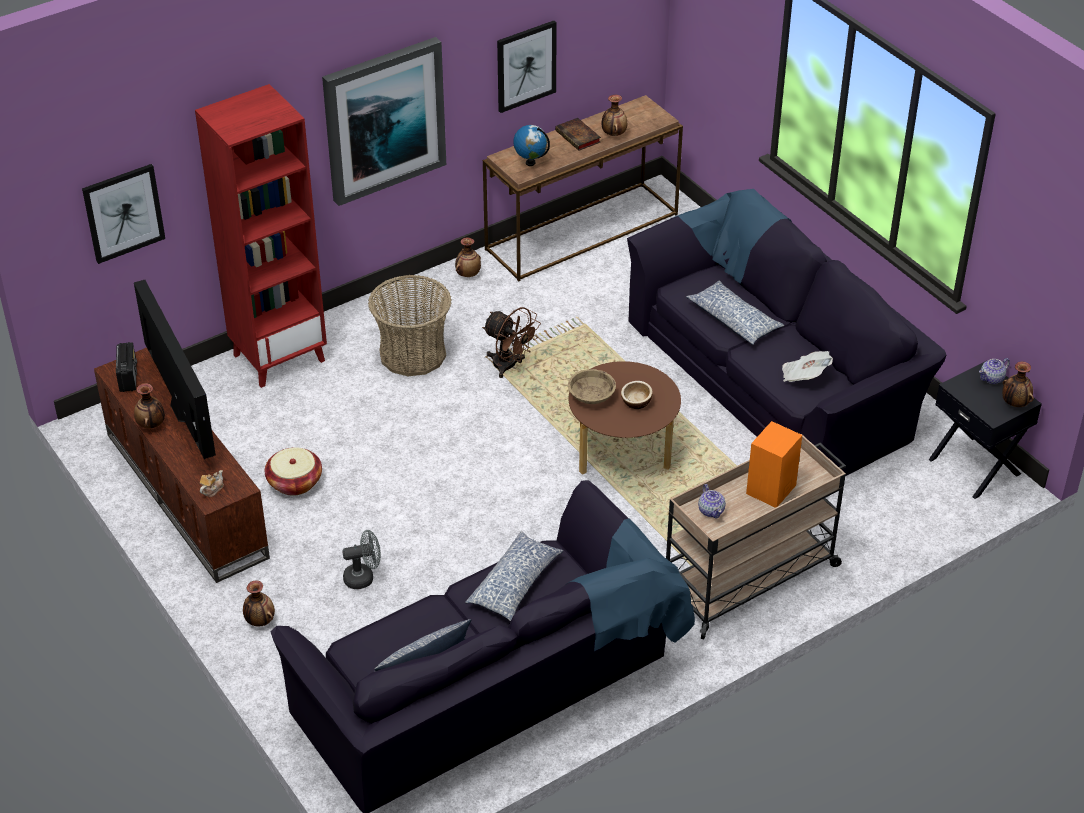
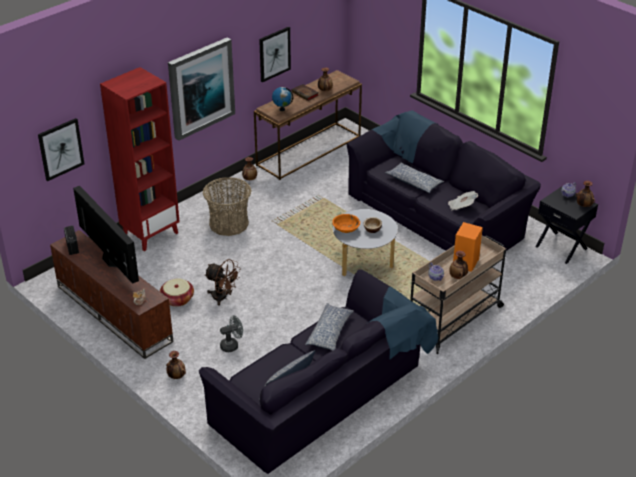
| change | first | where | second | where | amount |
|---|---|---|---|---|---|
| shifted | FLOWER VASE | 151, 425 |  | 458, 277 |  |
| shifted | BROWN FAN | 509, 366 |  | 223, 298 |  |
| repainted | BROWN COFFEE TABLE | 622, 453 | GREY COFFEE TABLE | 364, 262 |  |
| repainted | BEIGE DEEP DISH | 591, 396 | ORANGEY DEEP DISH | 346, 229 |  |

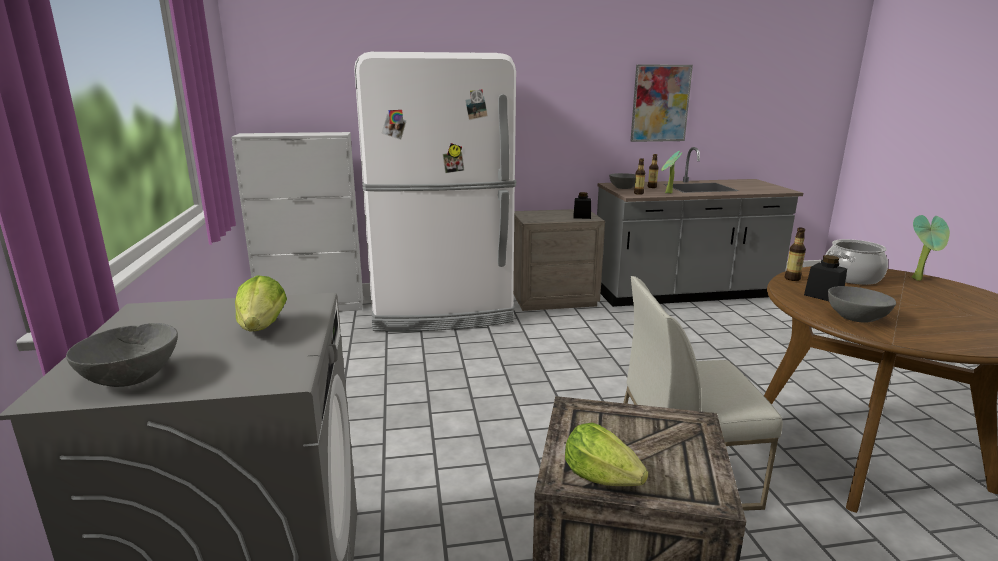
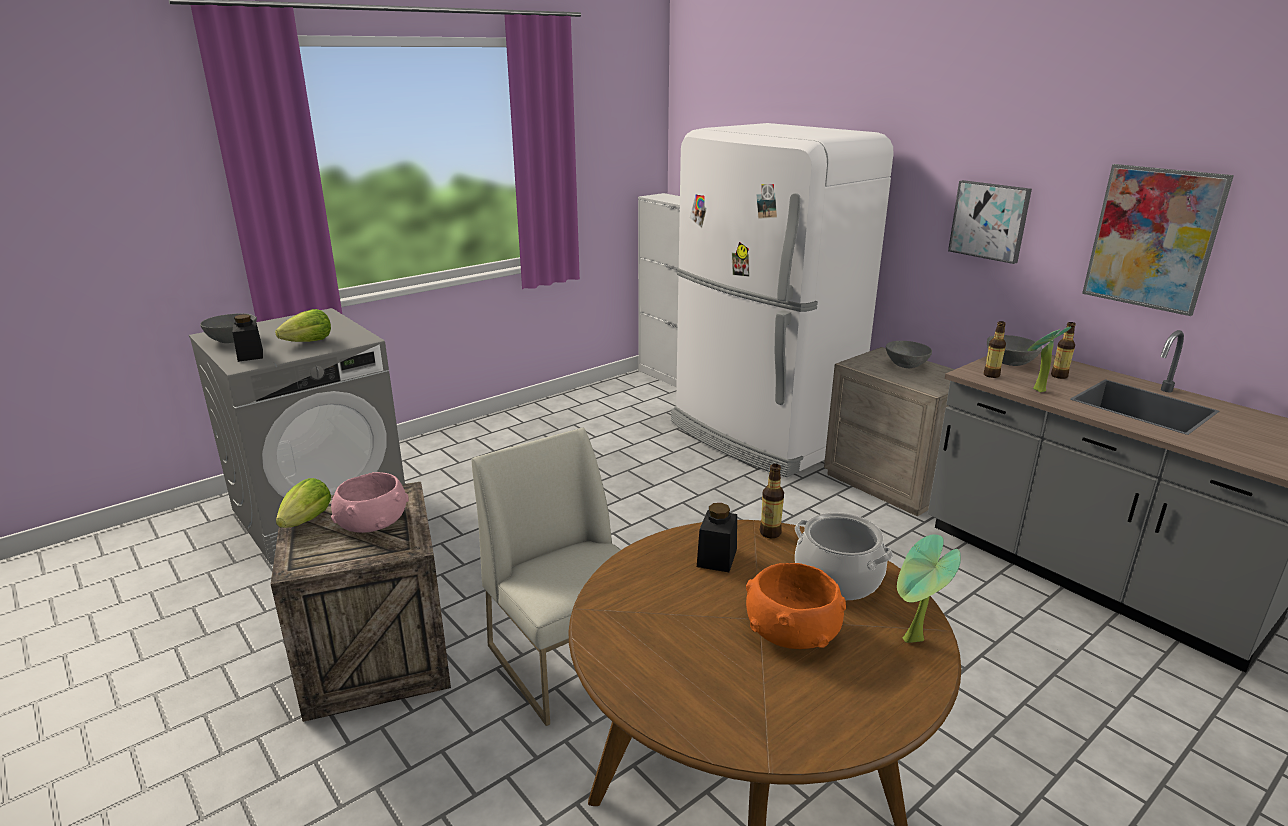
| change | first | where | second | where | amount |
|---|---|---|---|---|---|
| shifted | BLACKISH STORAGE JAR | 582, 217 |  | 250, 355 |  |
| shifted | GREY DEEP DISH | 856, 318 |  | 906, 365 |  |
| new |  |  | PINKISH DEEP DISH | 372, 521 |  |
| new |  |  | ORANGEY DEEP DISH | 791, 629 |  |
| new |  |  | PICTURE | 990, 221 |  |

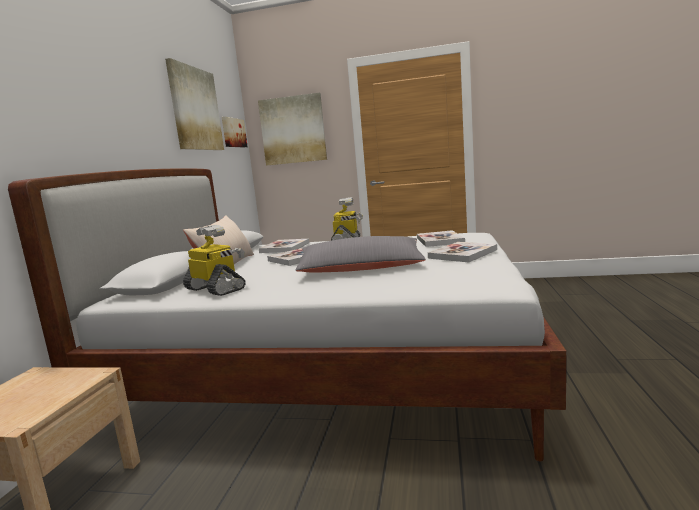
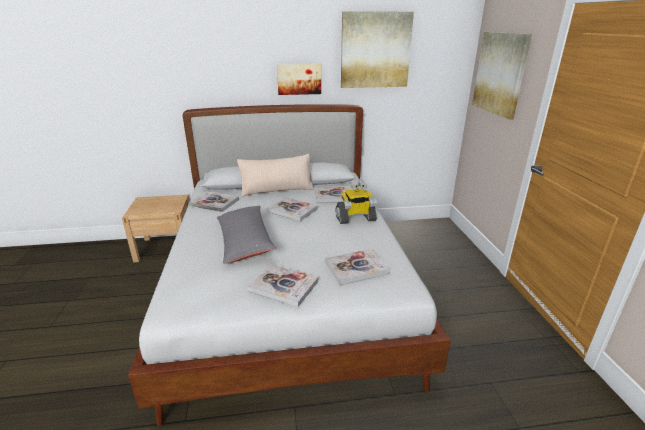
| change | first | where | second | where | amount |
|---|---|---|---|---|---|
| swapped | TOY ROBOT | 216, 289 | VOLUME | 214, 203 |  |
| shifted | PICTURE | 233, 133 |  | 299, 79 |  |

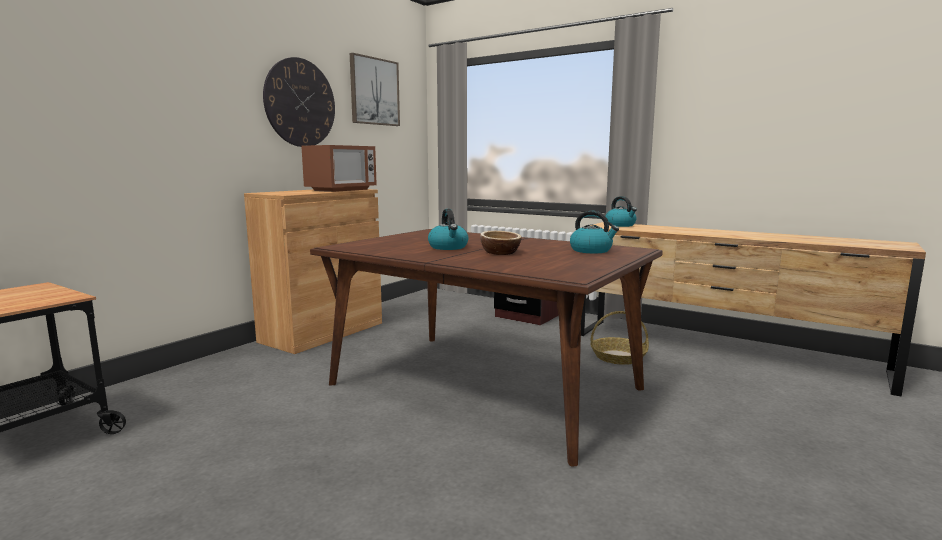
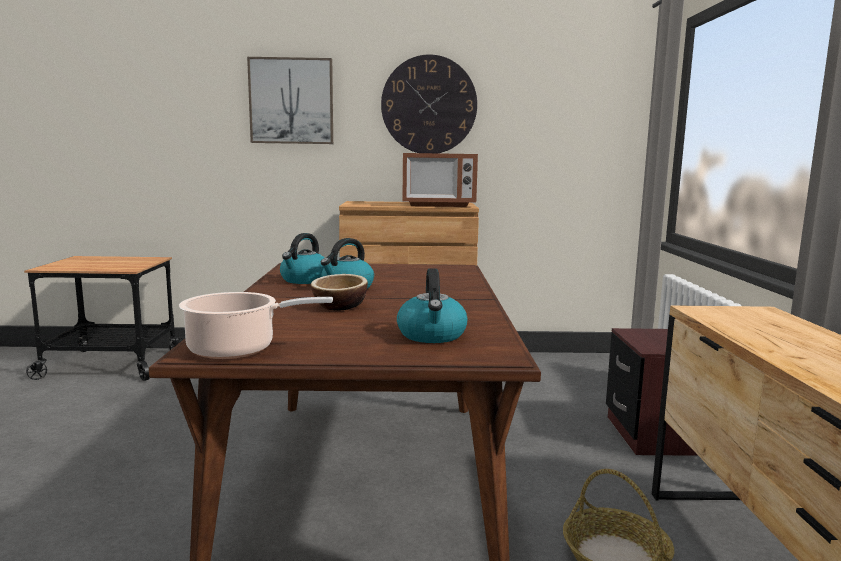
| change | first | where | second | where | amount |
|---|---|---|---|---|---|
| shifted | PICTURE | 374, 91 |  | 291, 101 |  |
| shifted | KETTLE | 620, 225 |  | 304, 280 |  |
| new |  |  | COOKING POT | 237, 349 |  |

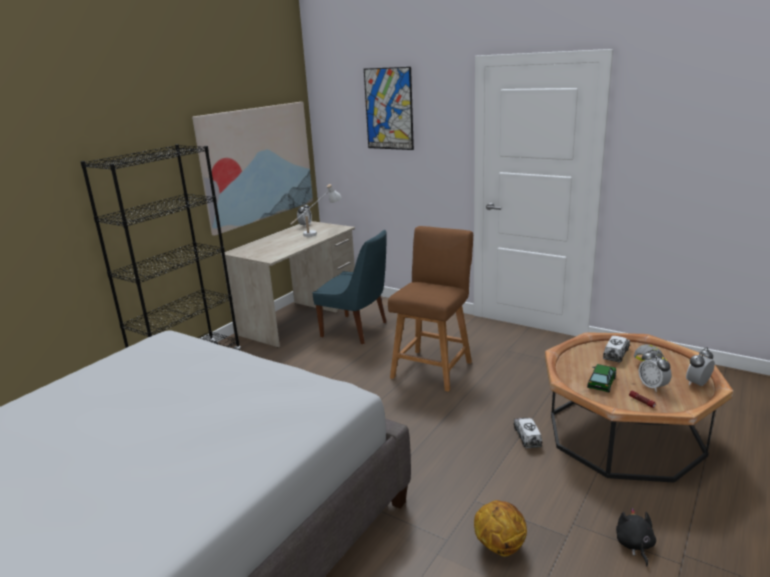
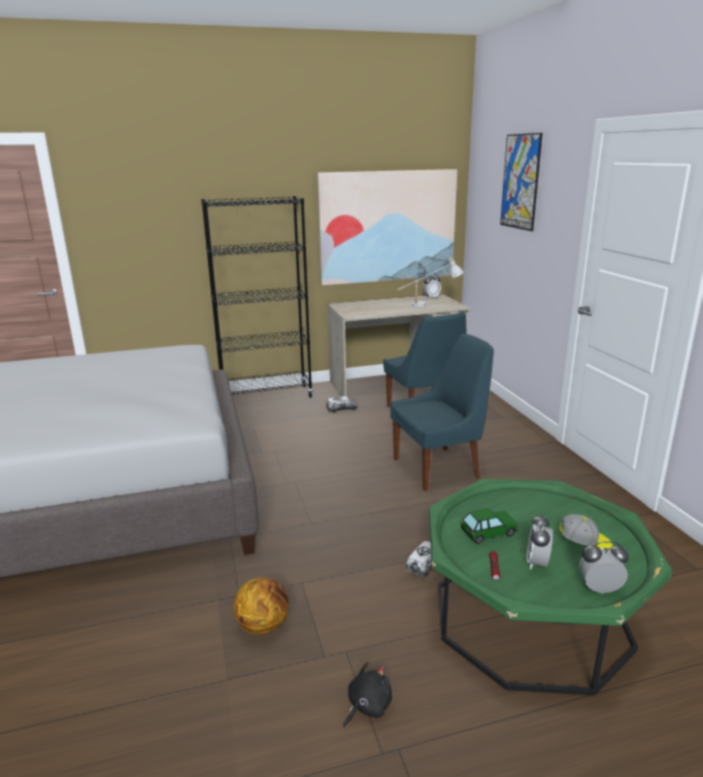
| change | first | where | second | where | amount |
|---|---|---|---|---|---|
| swapped | BROWN SITTING STOOL | 433, 368 | BLUISH CHAIR | 439, 468 |  |
| repainted | BROWN COFFEE TABLE | 624, 434 | GREEN-COLOURED COFFEE TABLE | 530, 617 |  |
| shifted | TOY LORRY | 616, 354 |  | 341, 409 |  |

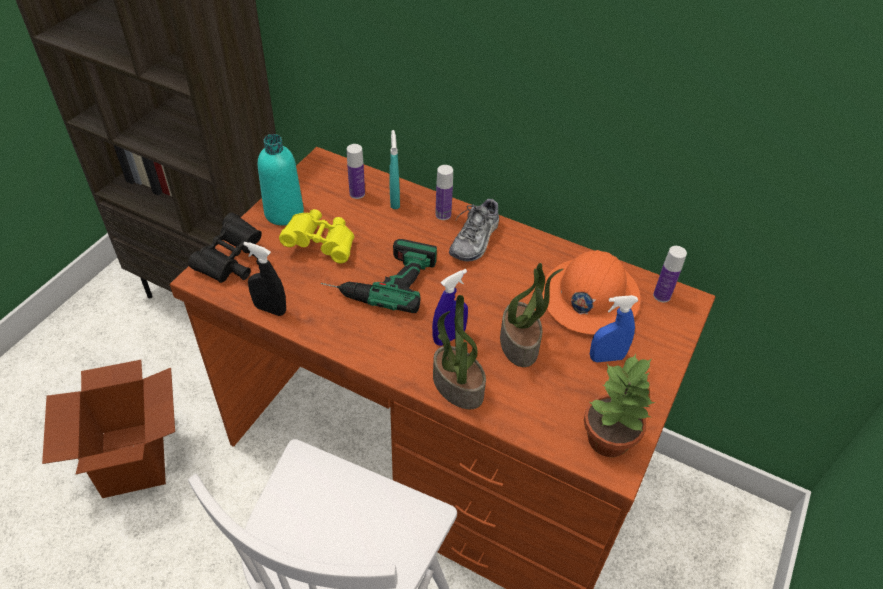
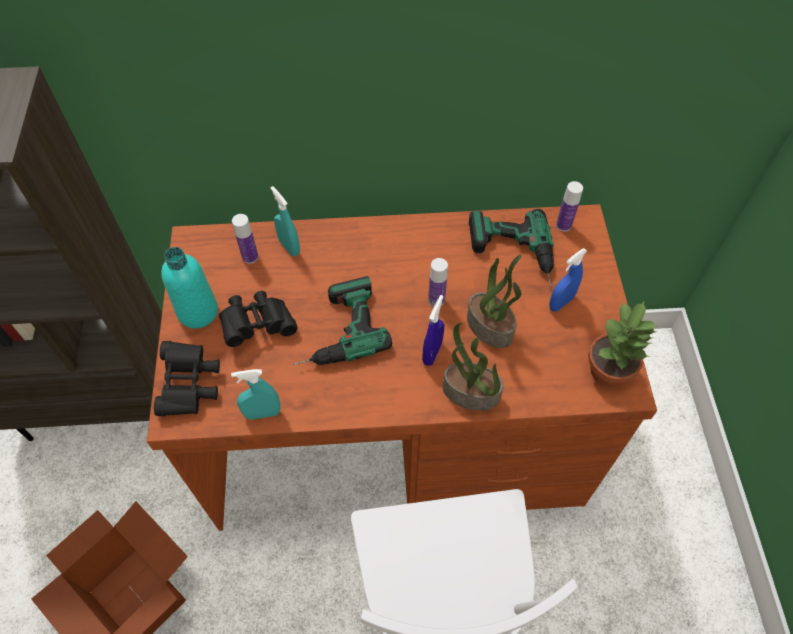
| change | first | where | second | where | amount |
|---|---|---|---|---|---|
| repainted | BLACKISH SPRAYER | 270, 309 | BLUE-GREEN SPRAYER | 262, 413 |  |
| repainted | YELLOW-COLOURED PAIR OF BINOCULARS | 321, 244 | BLACKISH PAIR OF BINOCULARS | 258, 325 |  |
| shifted | BOTTLE | 443, 214 |  | 436, 300 |  |
| gone | SHOE | 475, 240 |  |  |  |
| swapped | ORANGEY HARD HAT | 589, 297 | POWER DRILL | 512, 255 |  |

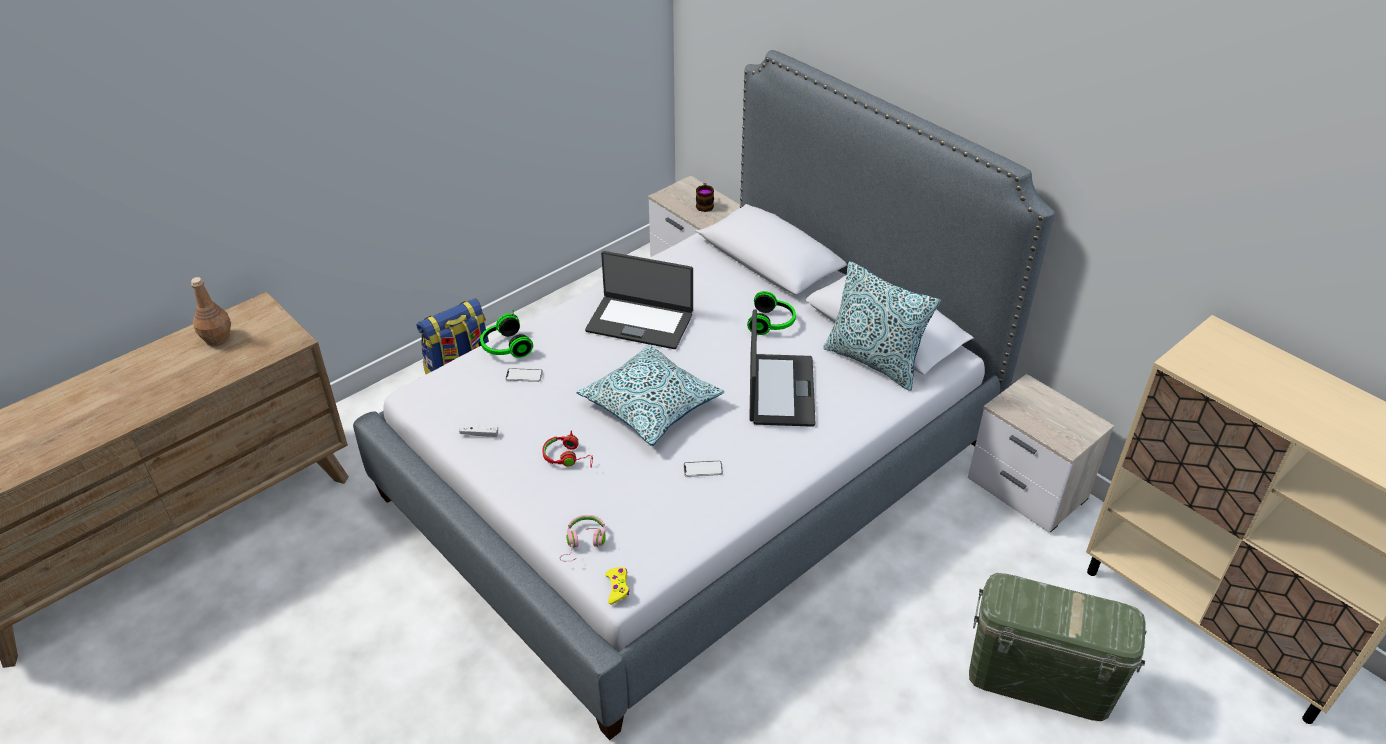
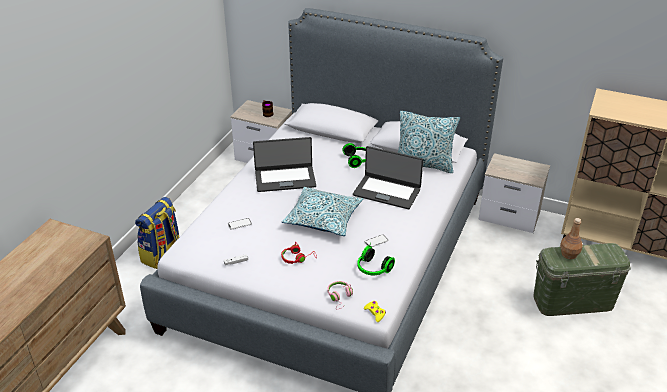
| change | first | where | second | where | amount |
|---|---|---|---|---|---|
| shifted | BROWN BOTTLE | 217, 338 |  | 569, 254 |  |
| shifted | HEADSET | 505, 347 |  | 373, 269 |  |
| rotated | NOTEBOOK COMPUTER | 779, 390 |  | 387, 192 | 135 degrees clockwise |

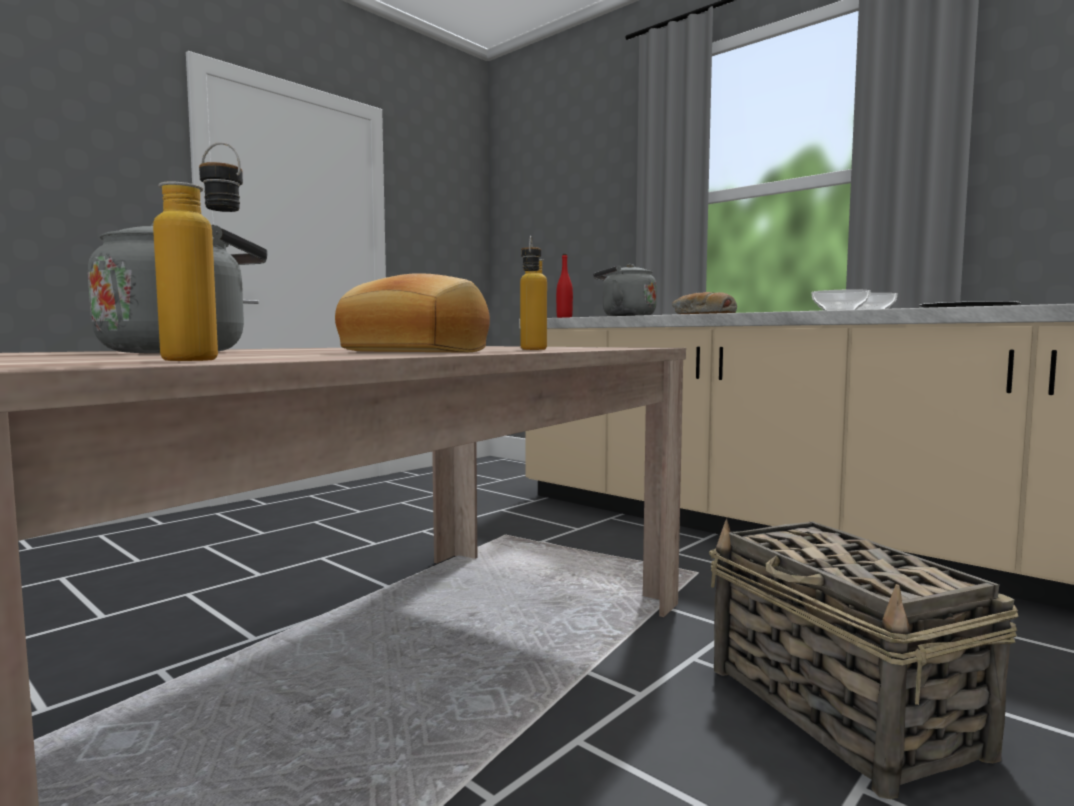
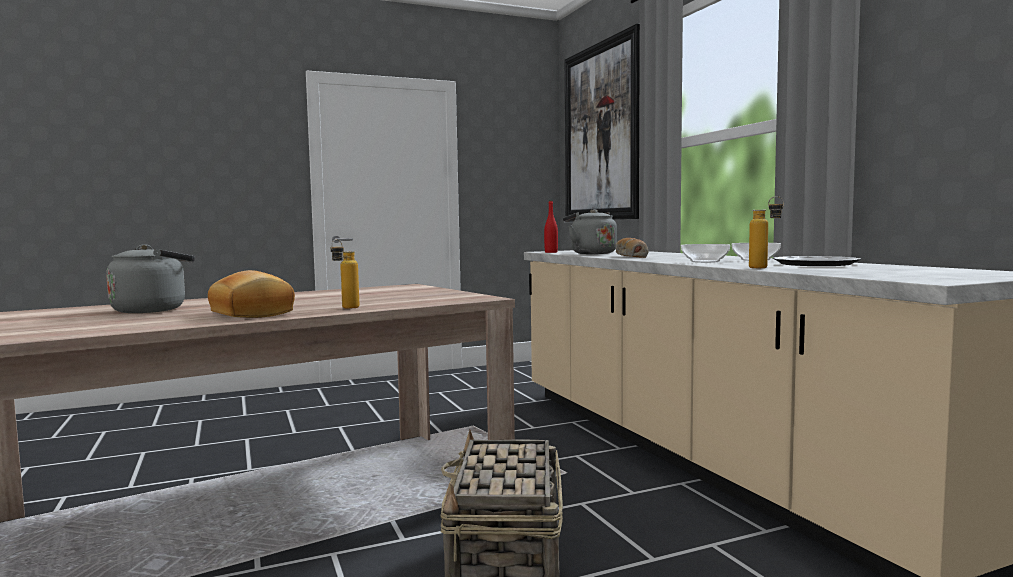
| change | first | where | second | where | amount |
|---|---|---|---|---|---|
| shifted | BOTTLE | 208, 360 |  | 765, 268 |  |
| new |  |  | PICTURE | 603, 132 |  |

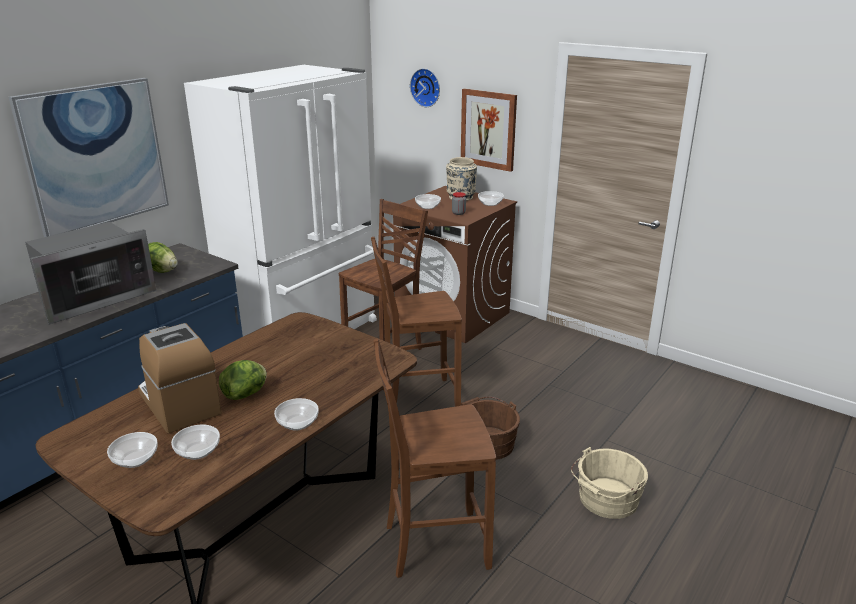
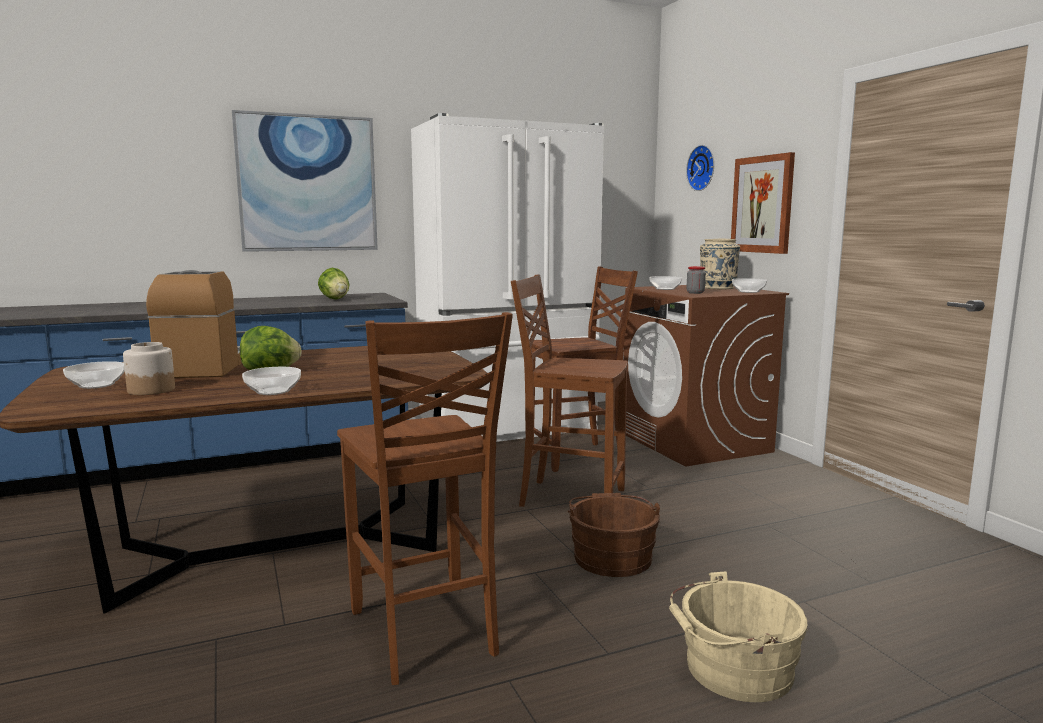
| change | first | where | second | where | amount |
|---|---|---|---|---|---|
| gone | KITCHEN MICROWAVE | 94, 298 |  |  |  |
| swapped | DEEP DISH | 197, 451 | STORAGE JAR | 151, 390 |  |
| rotated | BROWN CHAIR | 433, 544 |  | 424, 634 | 135 degrees counterclockwise |

